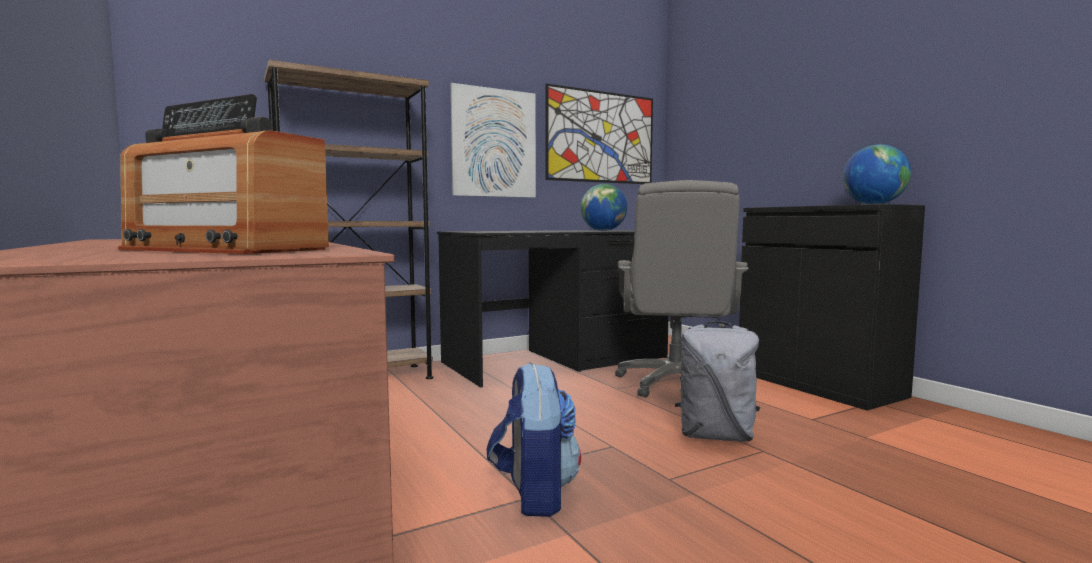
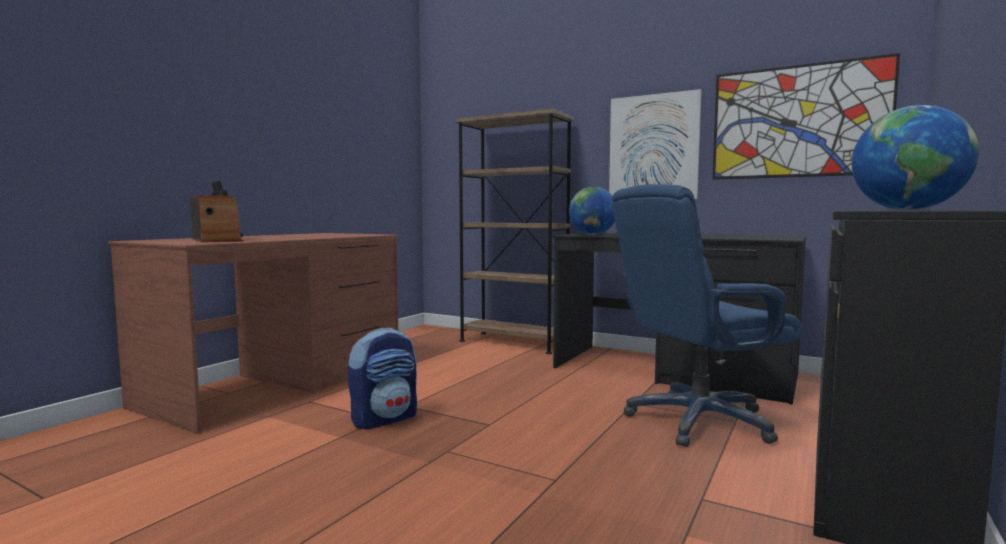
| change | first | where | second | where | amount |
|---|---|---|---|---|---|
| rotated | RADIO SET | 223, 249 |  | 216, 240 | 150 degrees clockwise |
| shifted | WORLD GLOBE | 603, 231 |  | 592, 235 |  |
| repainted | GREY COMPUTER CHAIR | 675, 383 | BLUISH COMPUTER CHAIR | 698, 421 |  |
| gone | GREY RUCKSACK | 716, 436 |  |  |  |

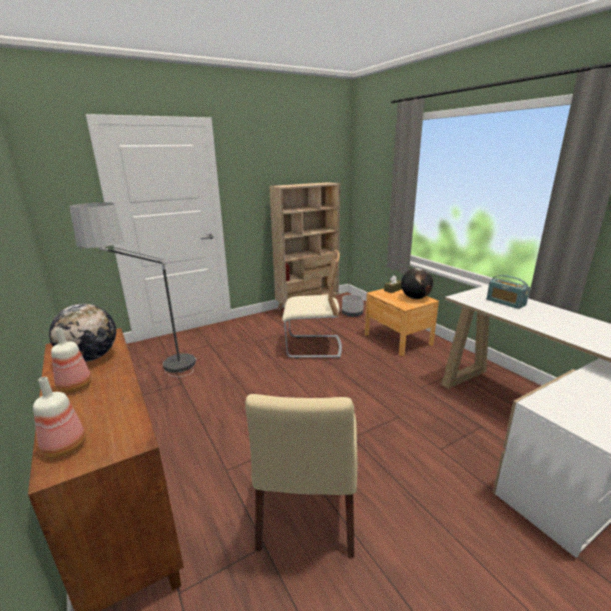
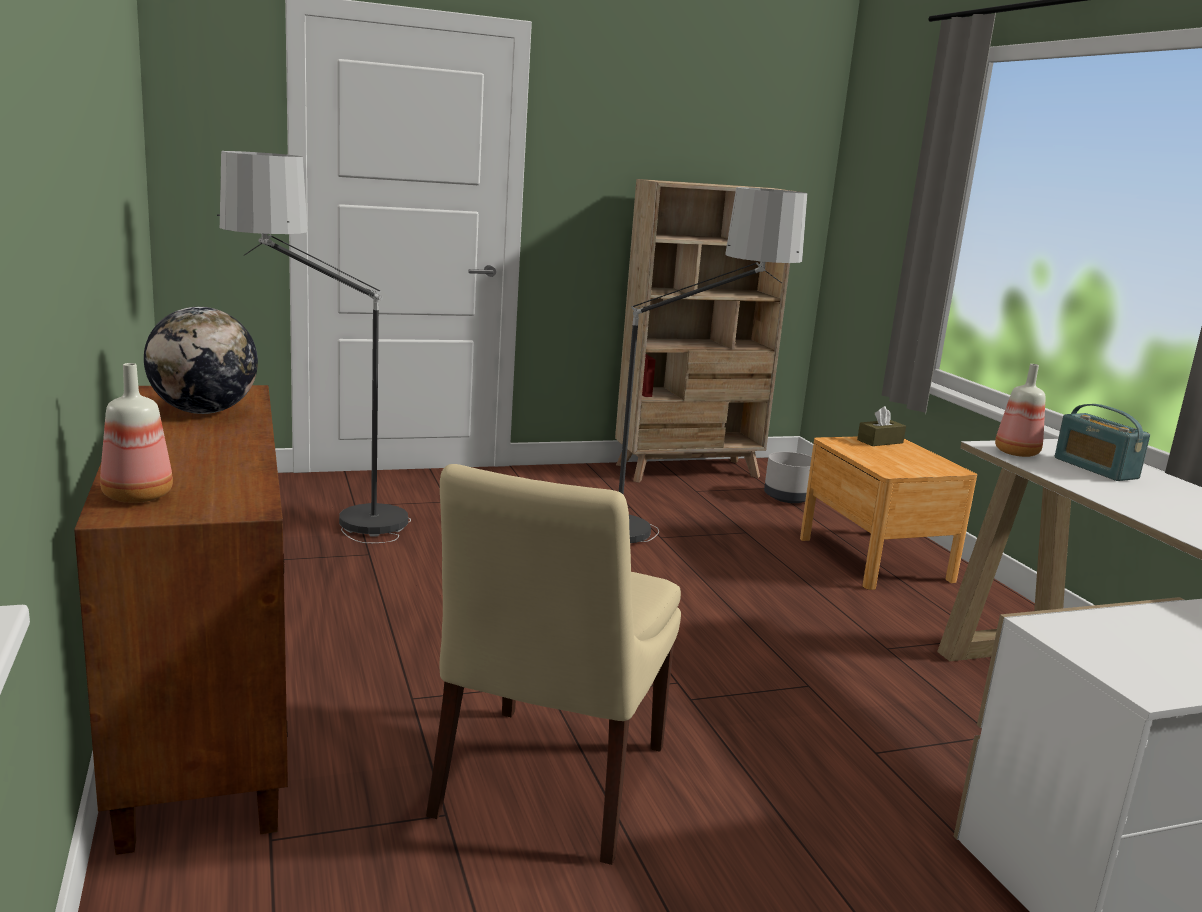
| change | first | where | second | where | amount |
|---|---|---|---|---|---|
| shifted | BOTTLE | 76, 387 |  | 1018, 453 |  |
| swapped | BEIGE CHAIR | 313, 347 | FLOOR LAMP | 670, 541 |  |
| gone | WORLD GLOBE | 415, 298 |  |  |  |

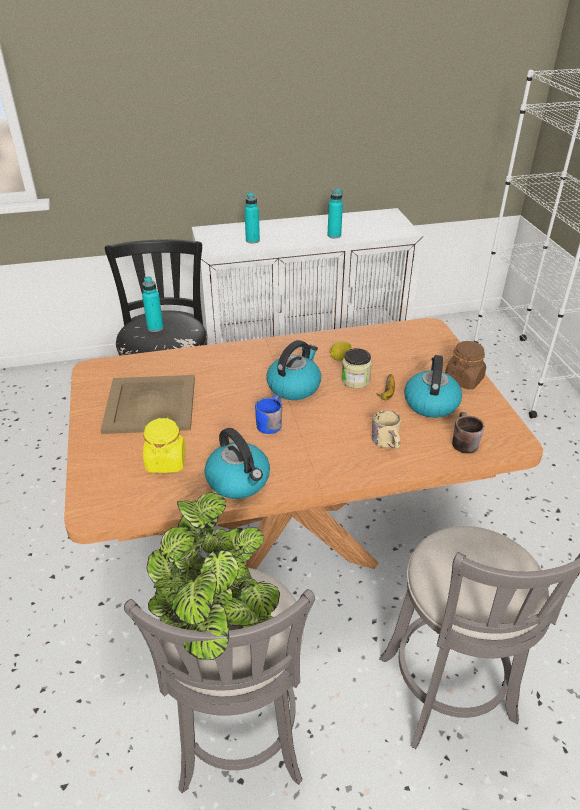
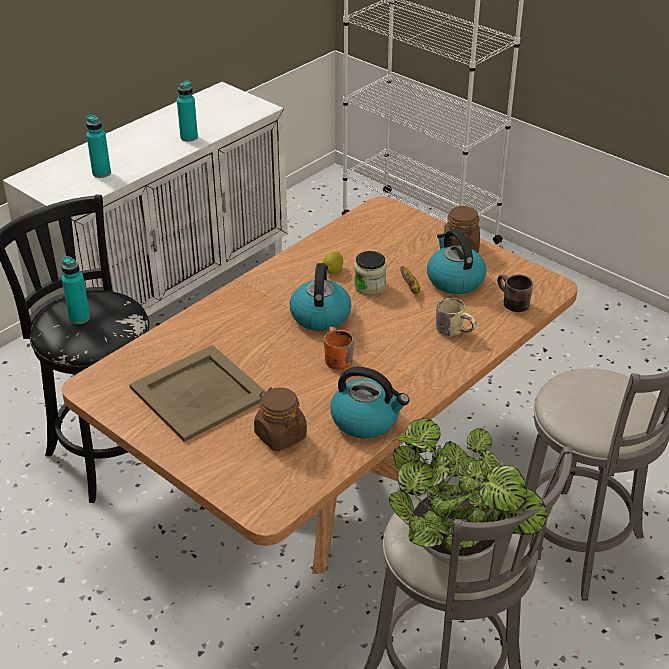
| change | first | where | second | where | amount |
|---|---|---|---|---|---|
| repainted | YELLOW-COLOURED STORAGE JAR | 166, 461 | BROWN STORAGE JAR | 280, 435 |  |
| repainted | BLUISH TEA MUG | 269, 422 | ORANGEY TEA MUG | 334, 358 |  |

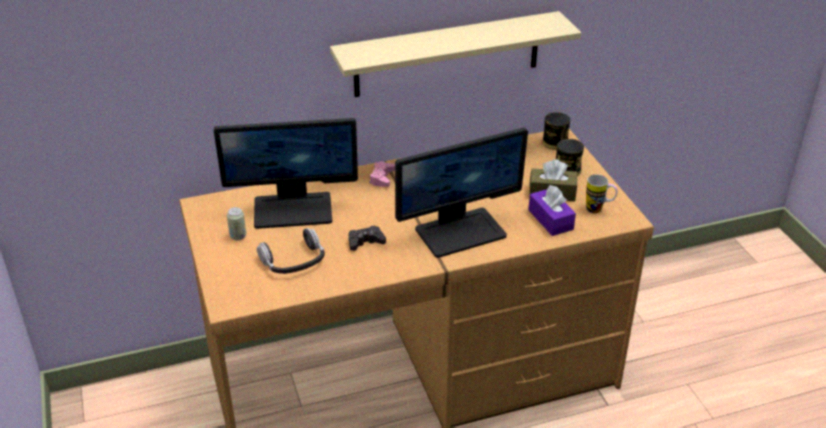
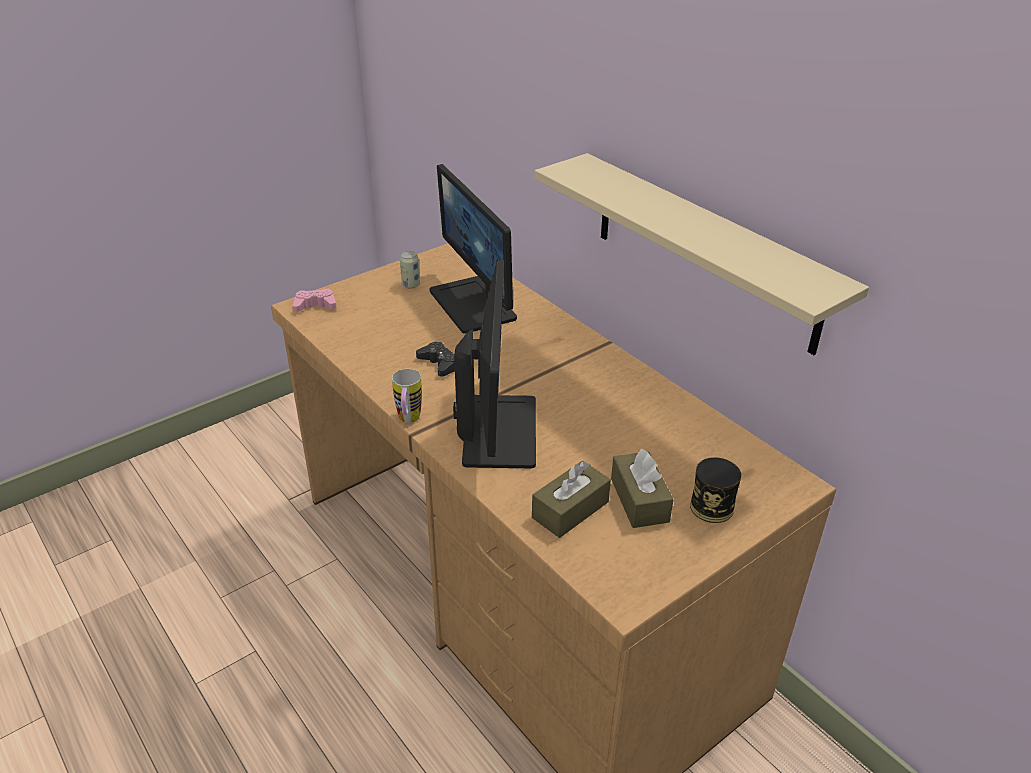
| change | first | where | second | where | amount |
|---|---|---|---|---|---|
| gone | HEADSET | 293, 261 |  |  |  |
| shifted | PINKISH GAME CONTROLLER | 382, 178 |  | 315, 305 |  |
| rotated | MONITOR | 460, 231 |  | 497, 430 | 135 degrees counterclockwise |
| repainted | PURPLE-COLOURED TISSUE HOLDER | 550, 220 | BROWN TISSUE HOLDER | 570, 510 |  |
| gone | CAN | 555, 142 |  |  |  |
| shifted | TEA MUG | 599, 210 |  | 408, 421 |  |

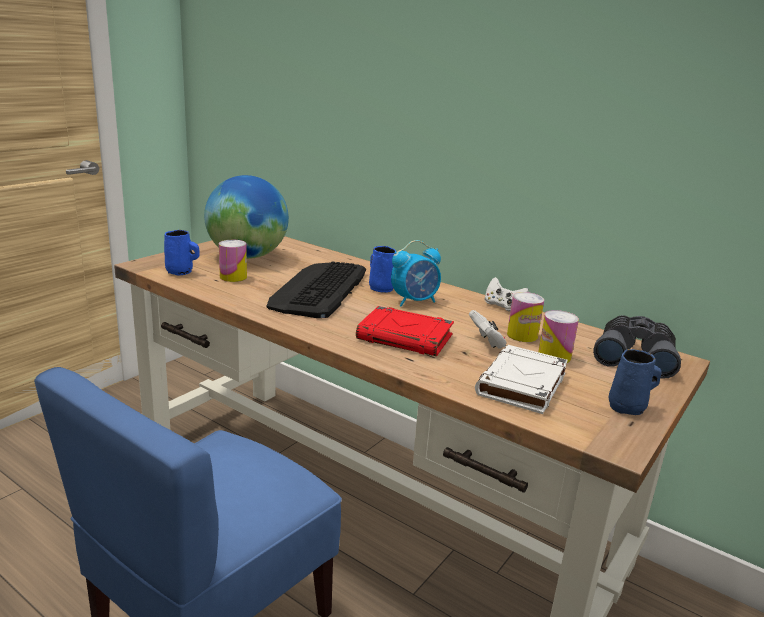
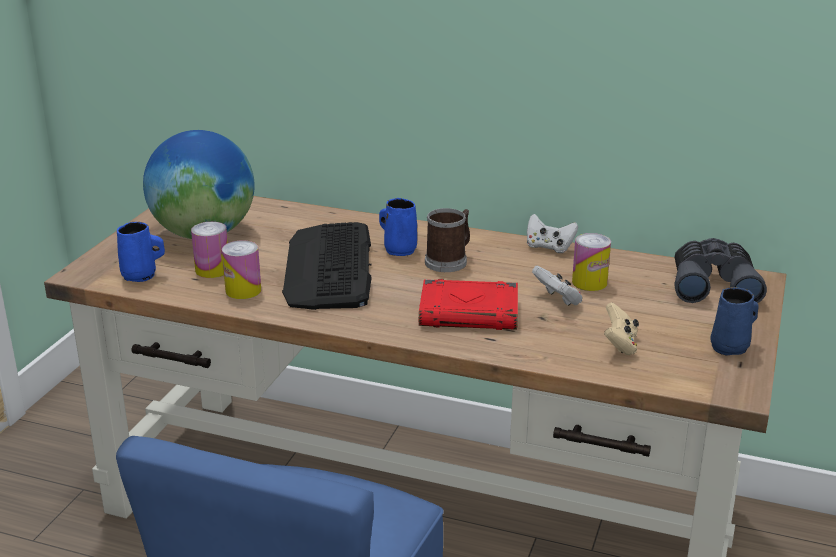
| change | first | where | second | where | amount |
|---|---|---|---|---|---|
| swapped | ALARM CLOCK | 415, 301 | TEA MUG | 449, 261 |  |
| swapped | WHITE-COLOURED VOLUME | 521, 385 | BEIGE GAME CONTROLLER | 620, 345 |  |
| shifted | CAN | 554, 356 |  | 243, 290 |  |

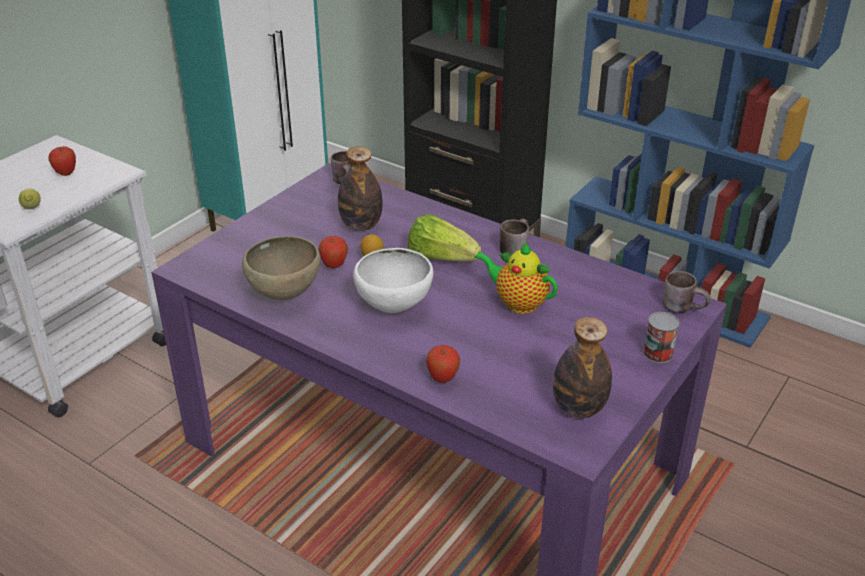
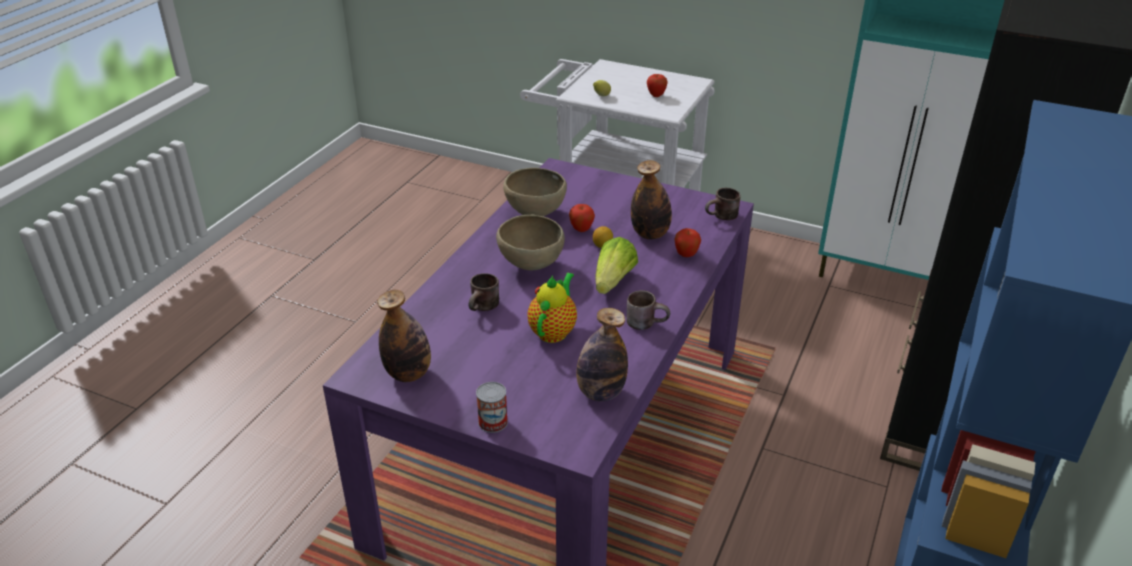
| change | first | where | second | where | amount |
|---|---|---|---|---|---|
| repainted | WHITE-COLOURED DEEP DISH | 394, 307 | BROWN DEEP DISH | 530, 266 |  |
| shifted | APPLE FRUIT | 443, 378 |  | 686, 255 |  |
| shifted | BROWN TEA MUG | 684, 306 |  | 485, 308 |  |
| new |  |  | BOTTLE | 600, 393 |  |

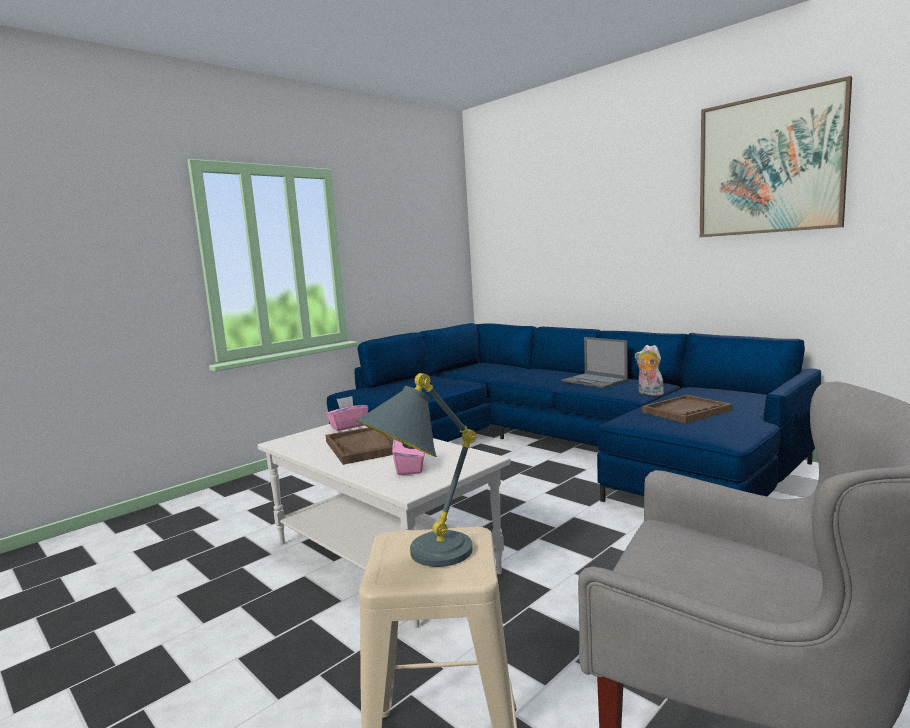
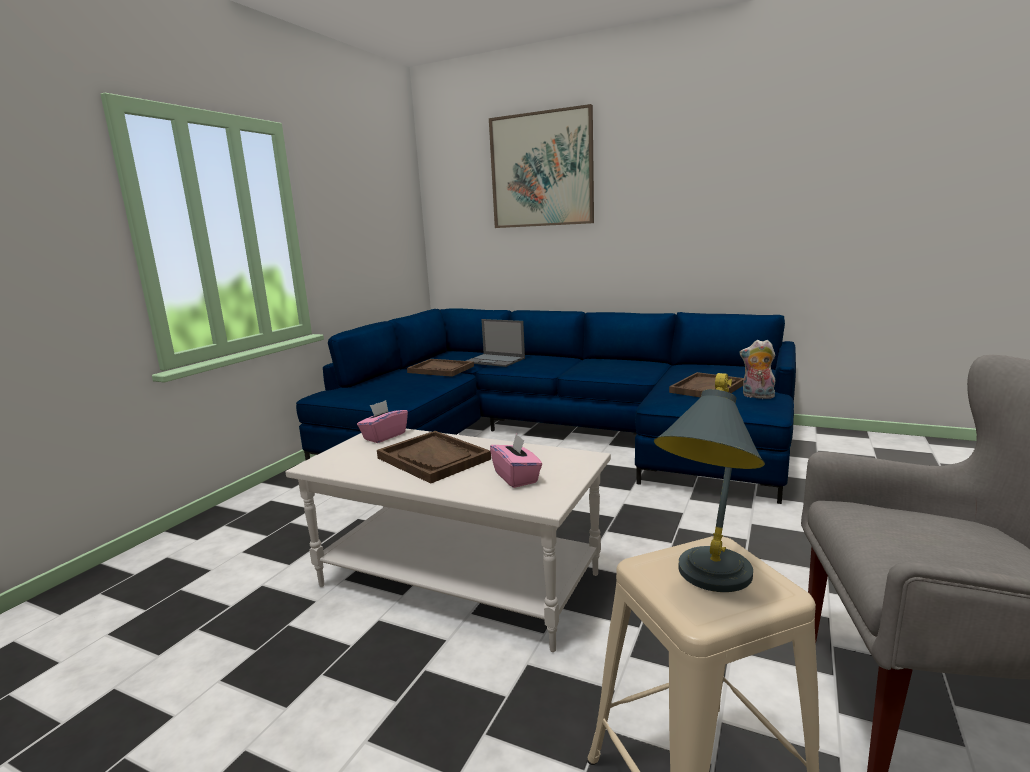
| change | first | where | second | where | amount |
|---|---|---|---|---|---|
| shifted | NOTEBOOK COMPUTER | 595, 381 |  | 495, 360 |  |
| shifted | PLUSH TOY | 649, 393 |  | 757, 396 |  |
| shifted | PICTURE | 769, 165 |  | 541, 170 |  |
| new |  |  | BROWN TRAY | 441, 369 |  |

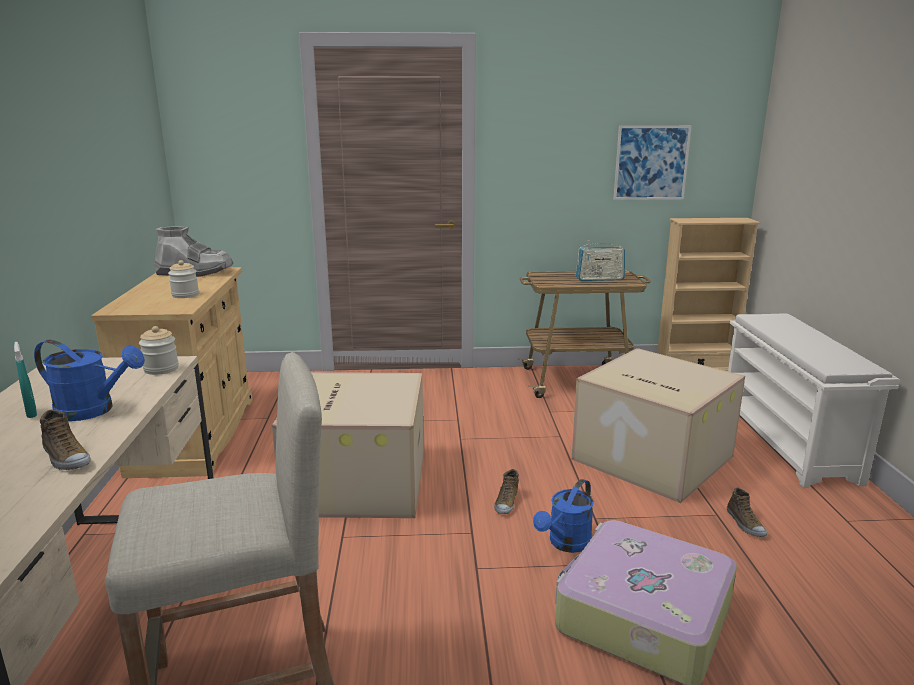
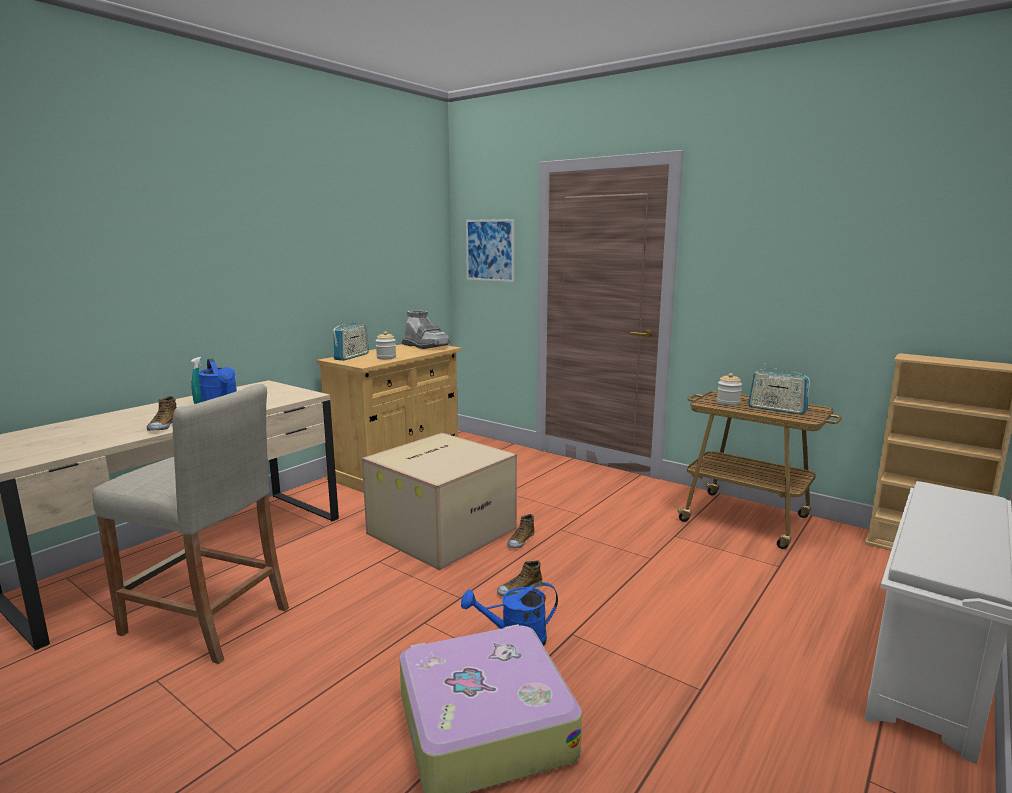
| change | first | where | second | where | amount |
|---|---|---|---|---|---|
| shifted | STORAGE JAR | 161, 369 |  | 728, 403 |  |
| gone | PACKING BOX | 649, 458 |  |  |  |
| shifted | PICTURE | 651, 163 |  | 490, 250 |  |
| shifted | SHOE | 745, 523 |  | 520, 540 |  |
| new |  |  | RADIO SET | 351, 356 |  |

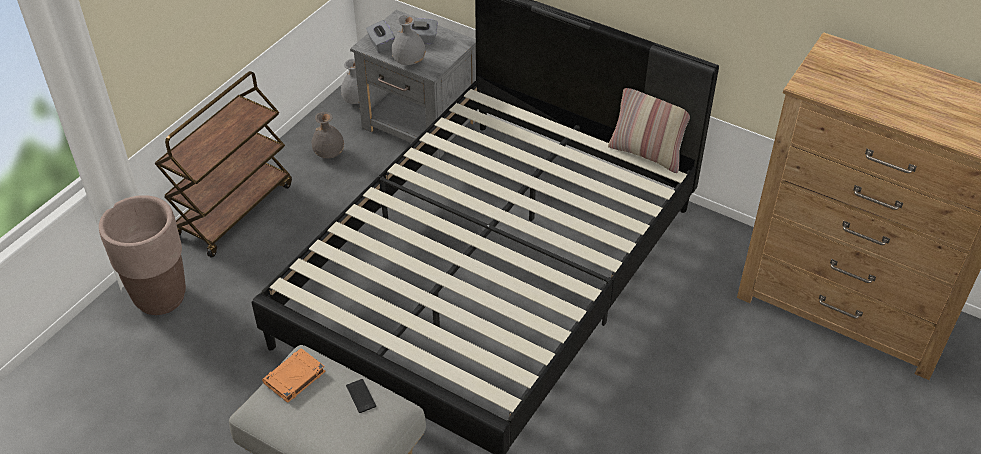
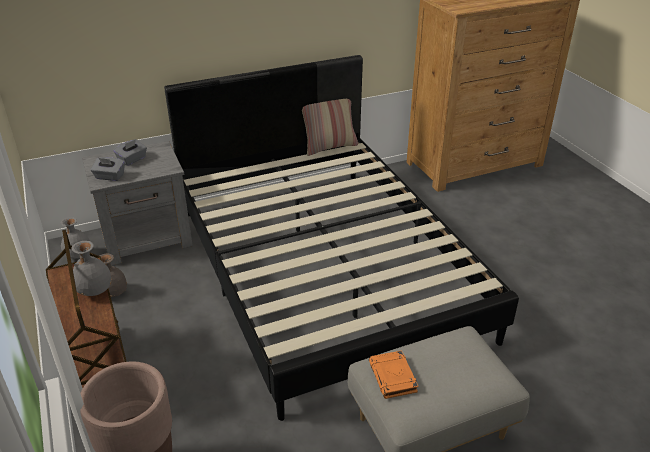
| change | first | where | second | where | amount |
|---|---|---|---|---|---|
| gone | HANDSET | 361, 396 |  |  |  |
| shifted | GREY FLOWER VASE | 409, 61 |  | 94, 291 |  |

